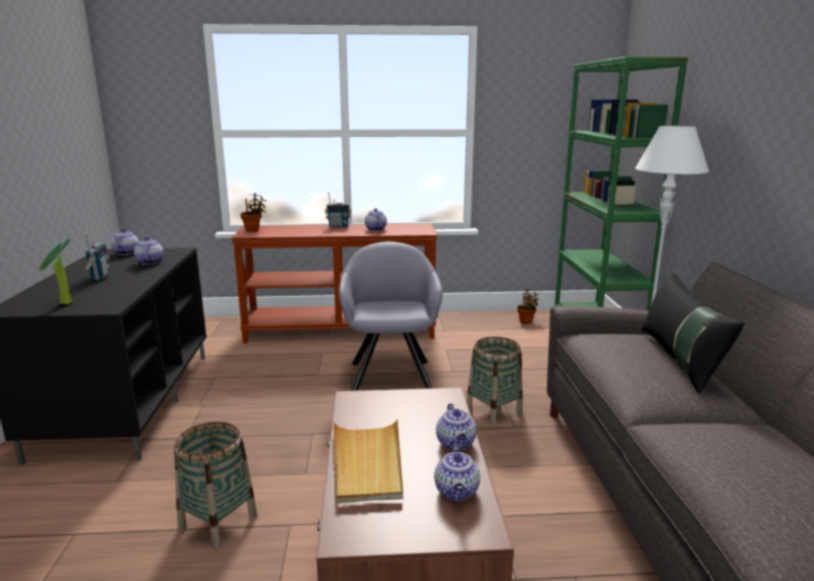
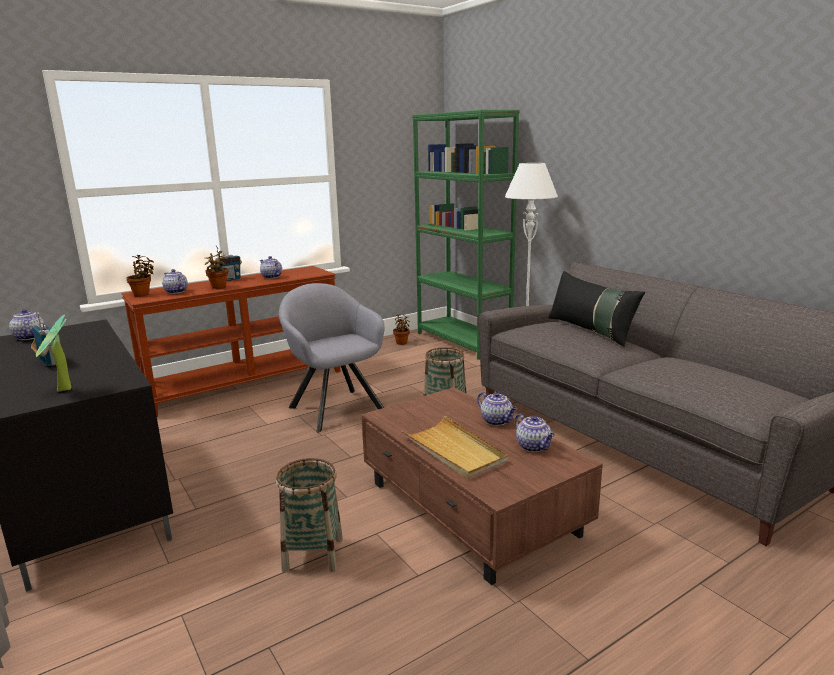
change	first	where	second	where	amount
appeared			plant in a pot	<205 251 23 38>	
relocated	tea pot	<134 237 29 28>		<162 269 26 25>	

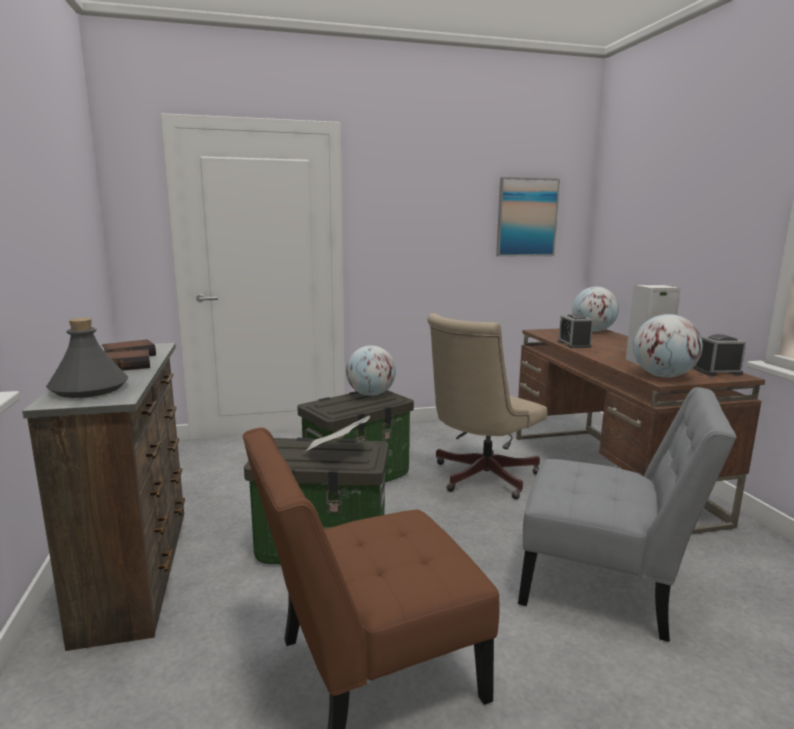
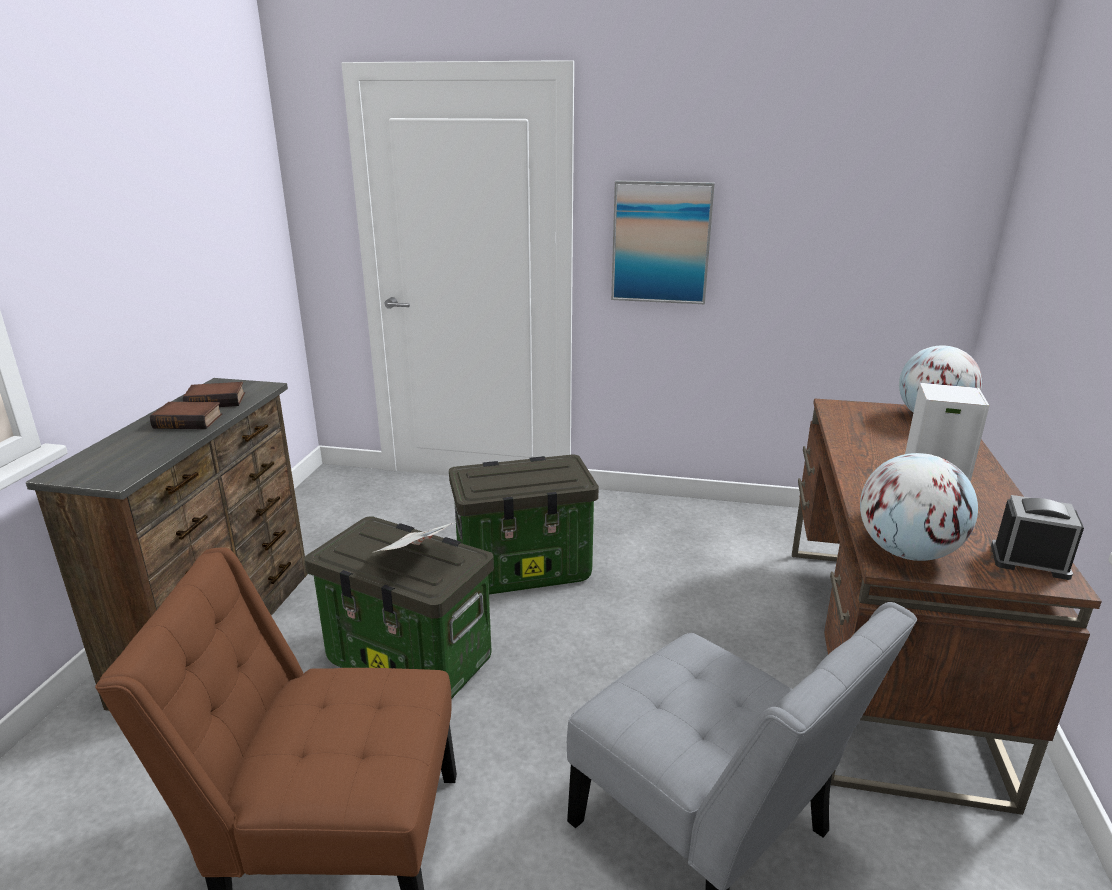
change	first	where	second	where	amount
missing	grey bottle	<46 318 82 80>			
missing	world globe	<346 345 50 51>			
missing	sand-coloured office chair	<427 313 120 186>			
missing	table clock	<558 314 35 34>			
relocated	picture	<496 177 64 80>		<611 181 104 123>	

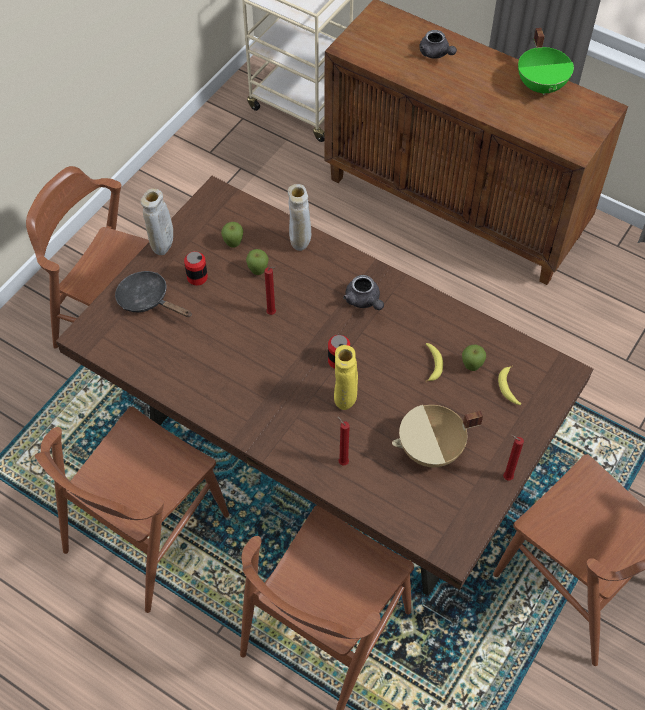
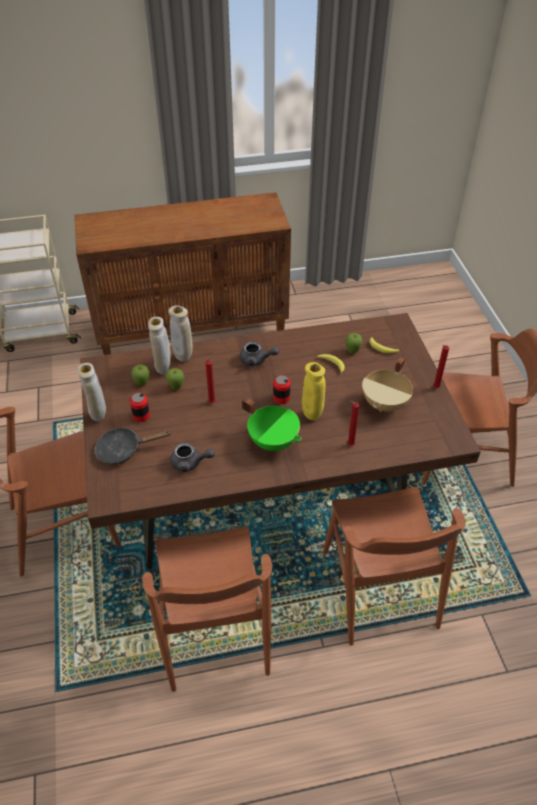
change	first	where	second	where	amount
appeared			sand-coloured decorative vase	<148 317 23 57>	
relocated	grey tea pot	<419 30 38 29>		<170 443 45 29>	
relocated	green-coloured cooking pot	<518 28 56 67>		<242 398 60 53>	

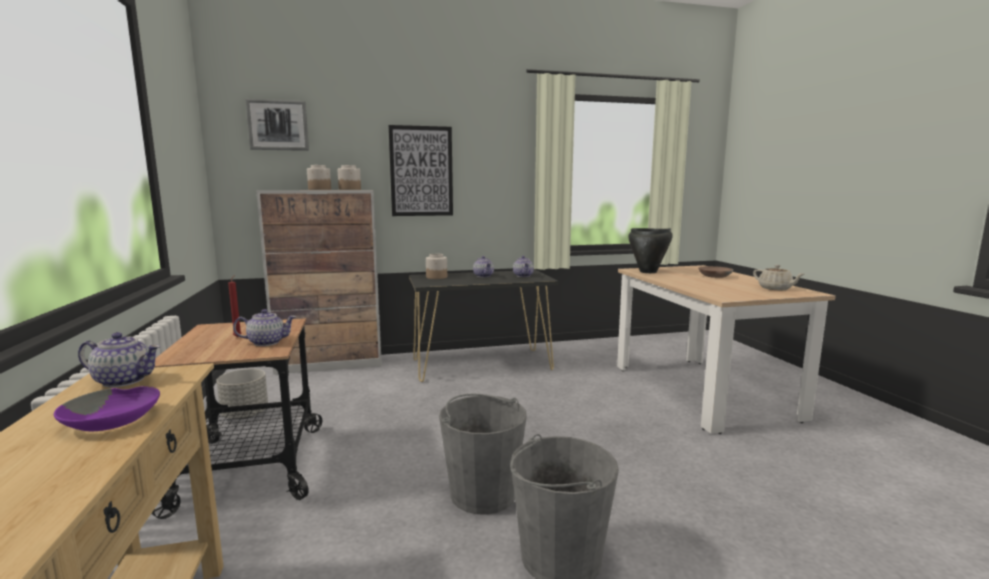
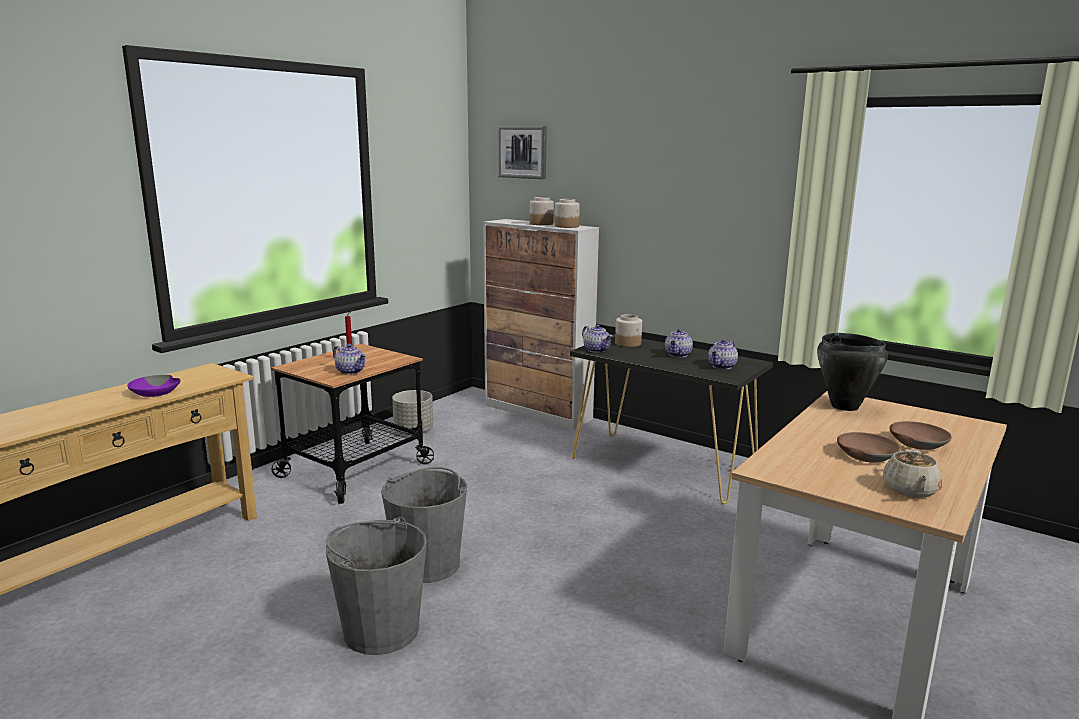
change	first	where	second	where	amount
missing	picture	<388 125 65 91>			
appeared			brown serving bowl	<837 432 63 31>	
relocated	tea pot	<78 332 82 55>		<582 325 31 28>	

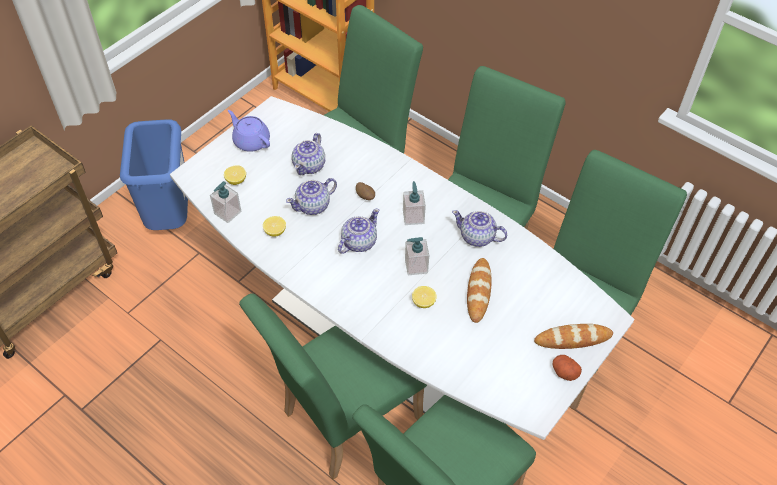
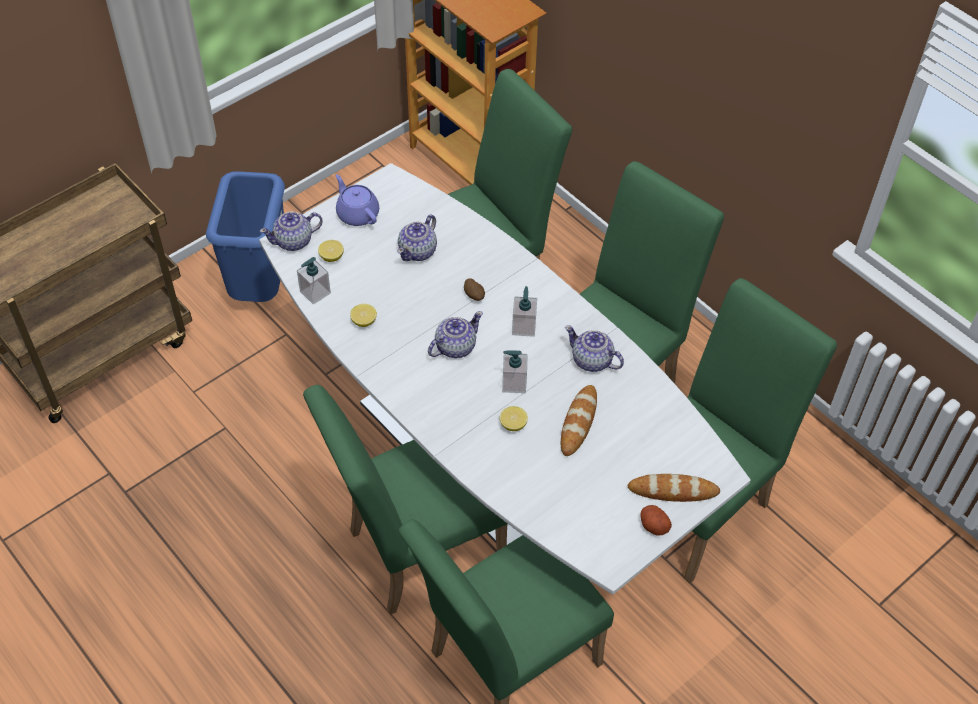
change	first	where	second	where	amount
relocated	tea pot	<286 178 51 37>		<260 211 63 40>	

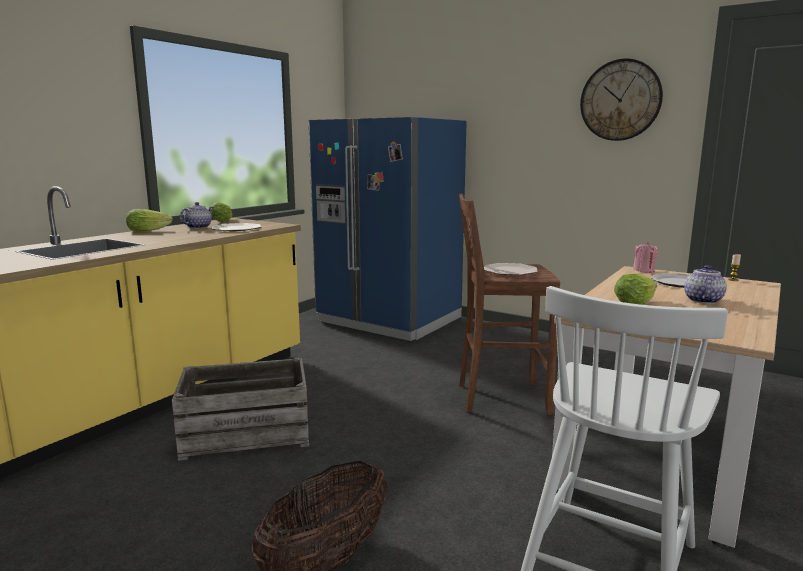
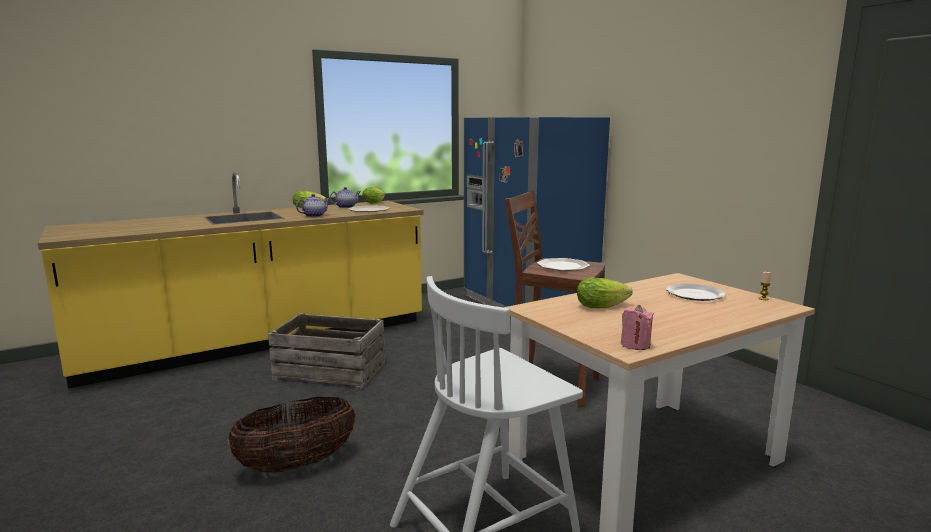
change	first	where	second	where	amount
missing	wall clock	<580 59 83 82>			
relocated	pink wax candle	<633 242 25 31>		<621 305 33 45>	
relocated	tea pot	<684 265 43 39>		<296 194 34 23>	

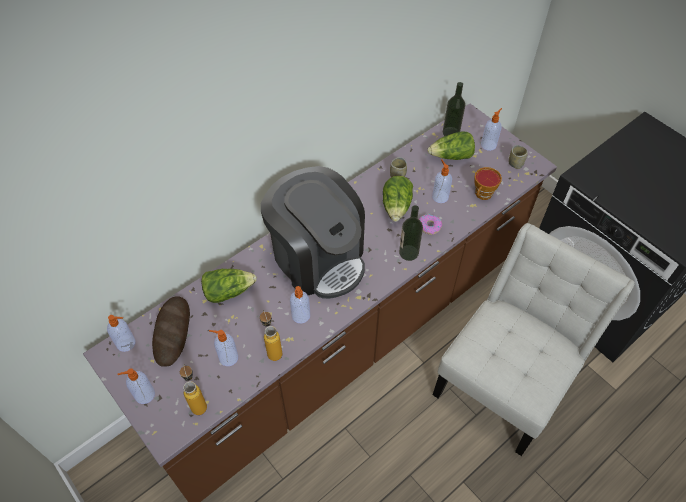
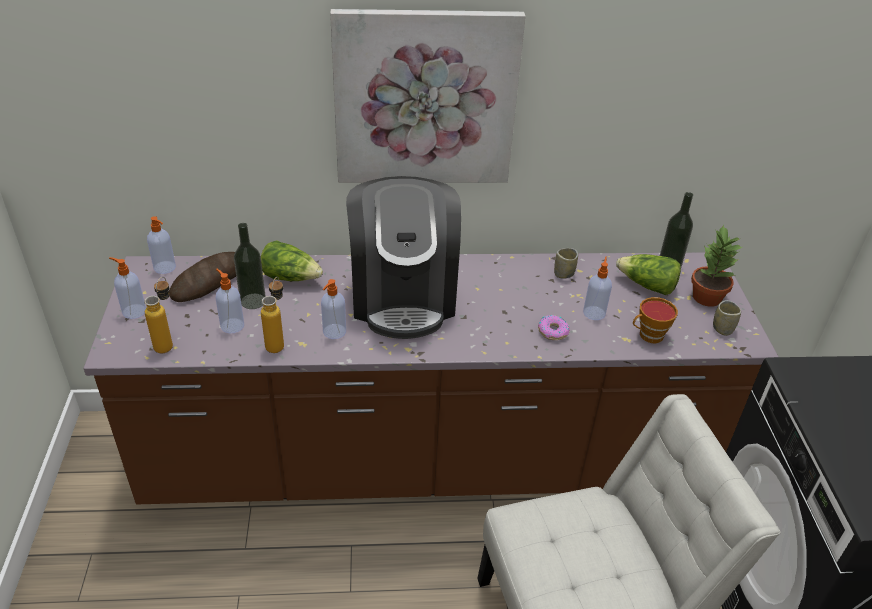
change	first	where	second	where	amount
missing	lettuce head	<383 176 30 46>			
appeared			picture	<330 9 196 174>	
relocated	bottle	<399 205 24 56>		<234 223 32 86>	
exchanged	soap bottle	<481 108 21 43>	plant in a pot	<691 224 51 83>	

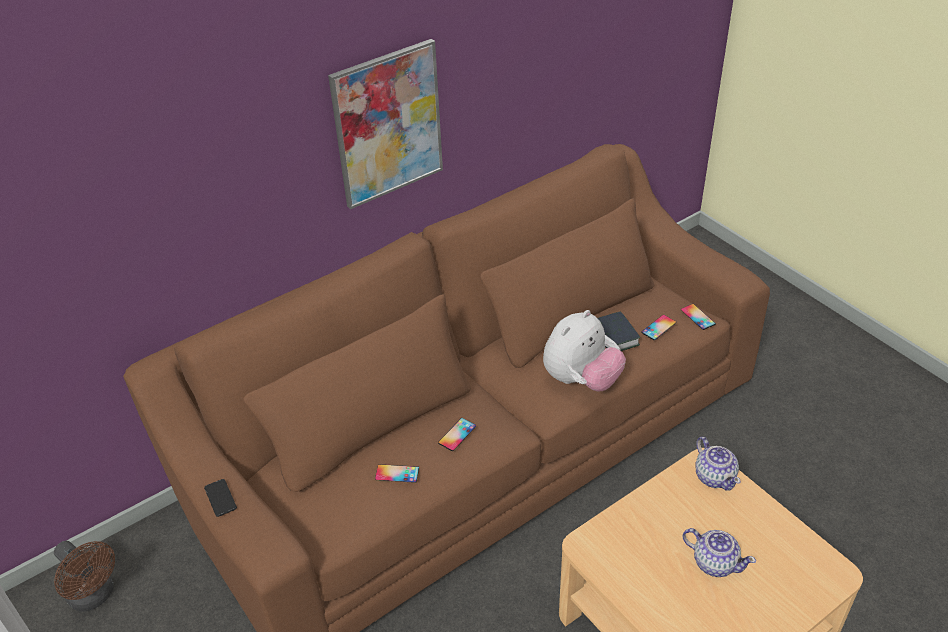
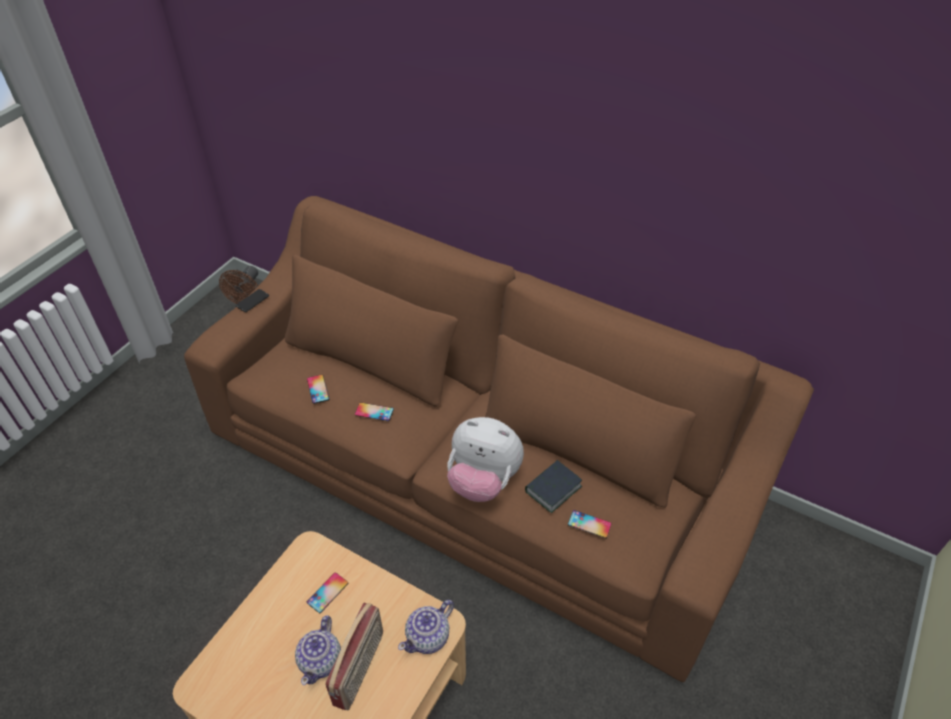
change	first	where	second	where	amount
missing	picture	<328 39 115 170>			
appeared			radio	<326 603 57 107>	
relocated	phone	<681 304 35 26>		<307 572 41 41>	

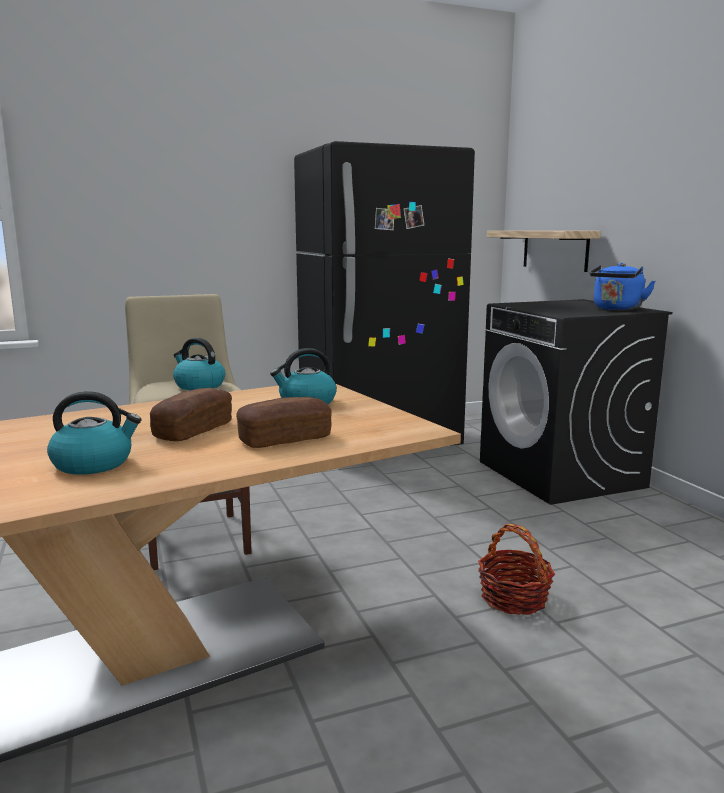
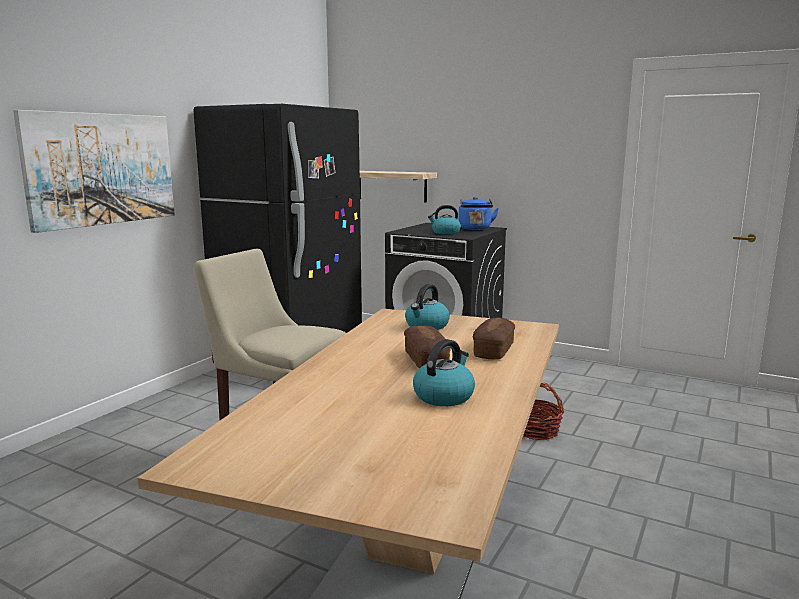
change	first	where	second	where	amount
appeared			picture	<13 110 162 123>	
relocated	kettle	<173 338 52 52>		<428 205 33 29>	

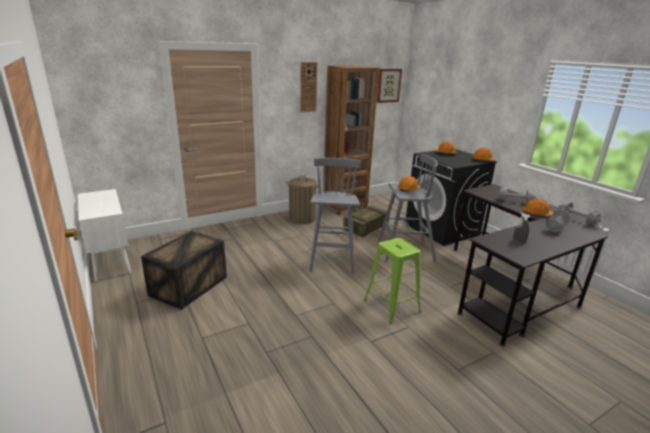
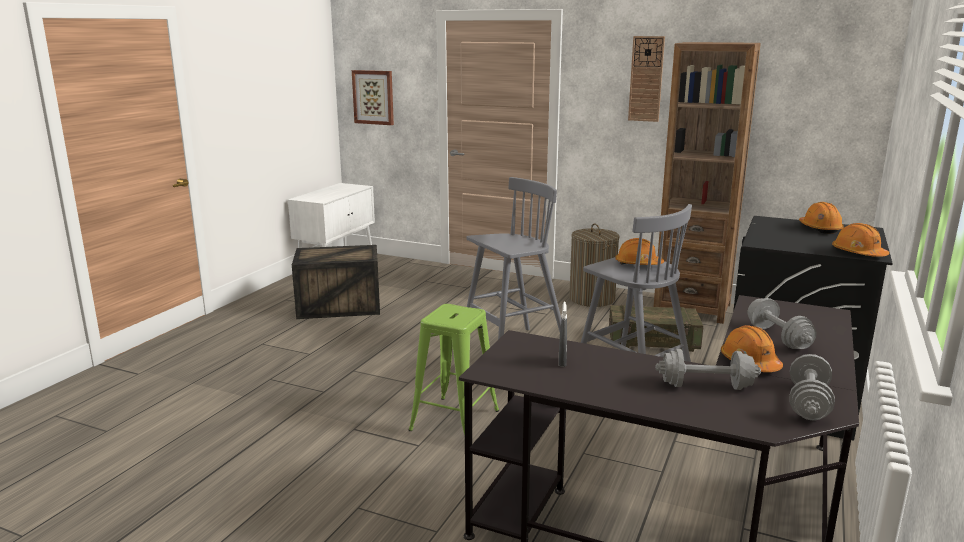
change	first	where	second	where	amount
relocated	picture	<376 69 26 34>		<352 70 42 55>	

